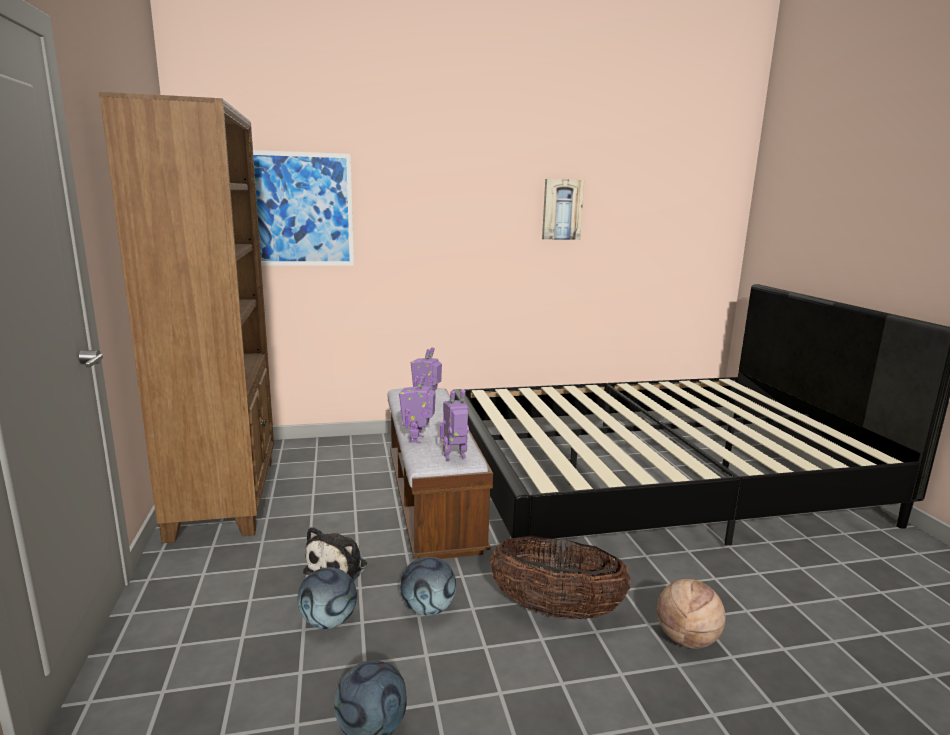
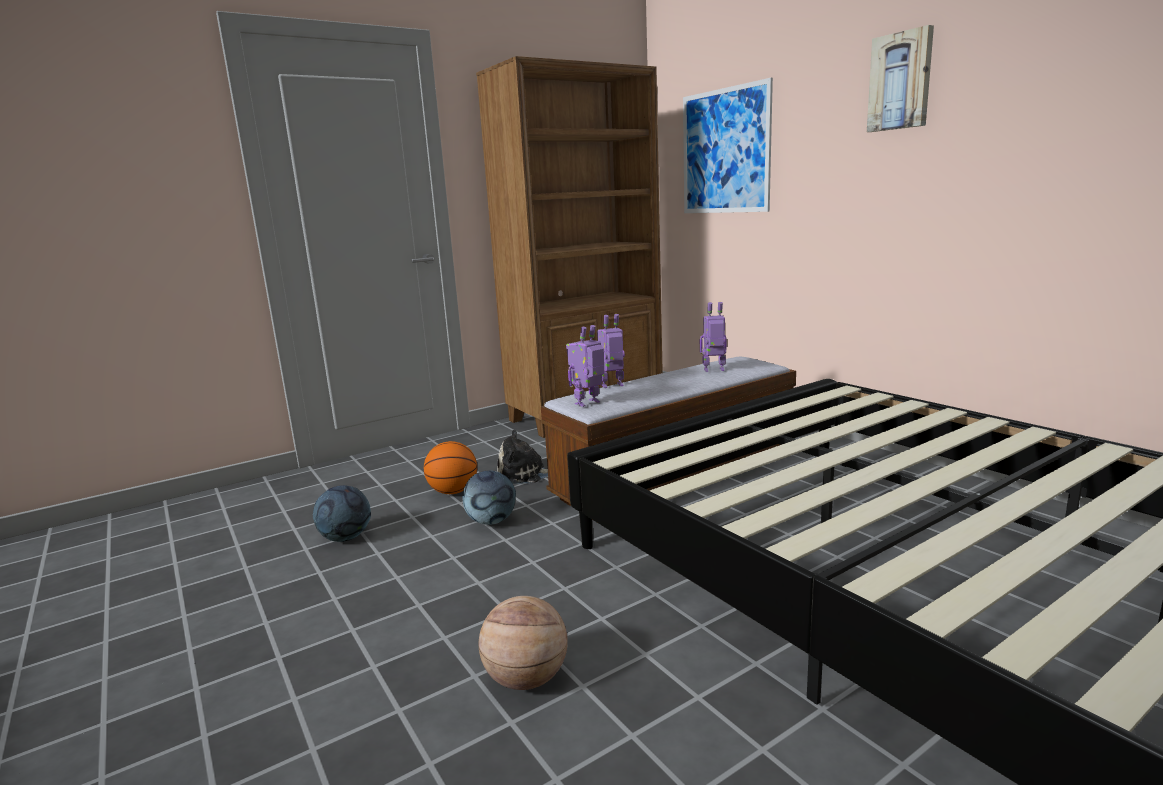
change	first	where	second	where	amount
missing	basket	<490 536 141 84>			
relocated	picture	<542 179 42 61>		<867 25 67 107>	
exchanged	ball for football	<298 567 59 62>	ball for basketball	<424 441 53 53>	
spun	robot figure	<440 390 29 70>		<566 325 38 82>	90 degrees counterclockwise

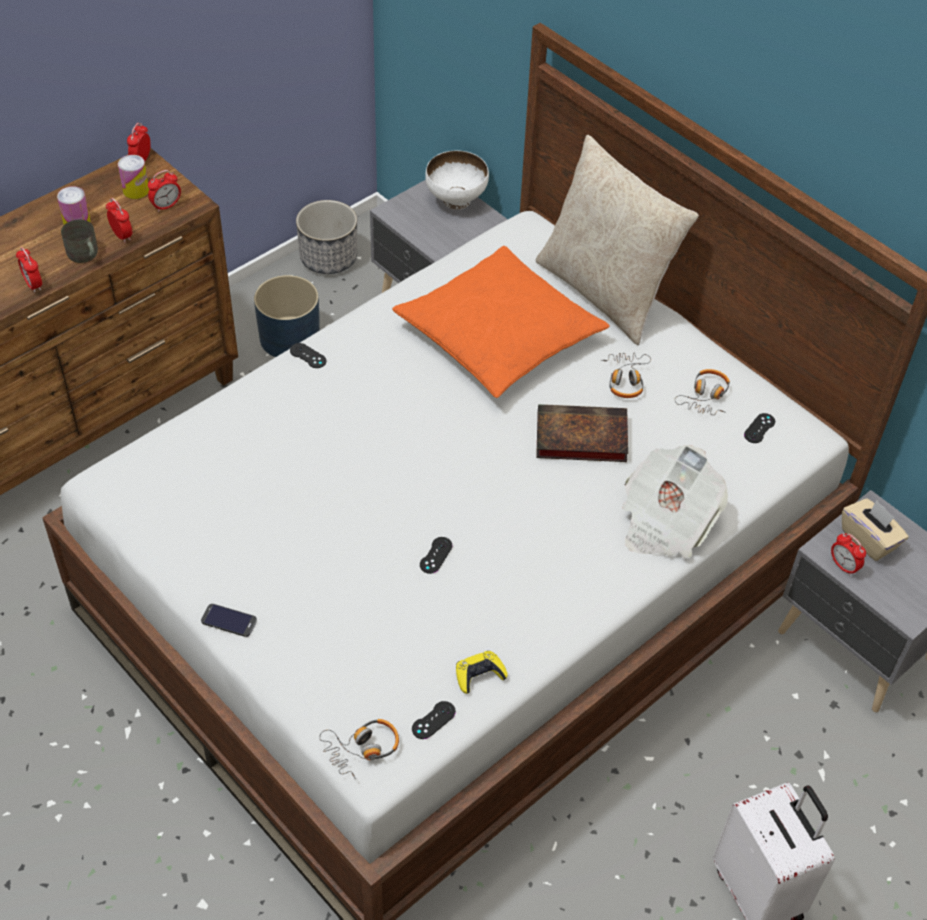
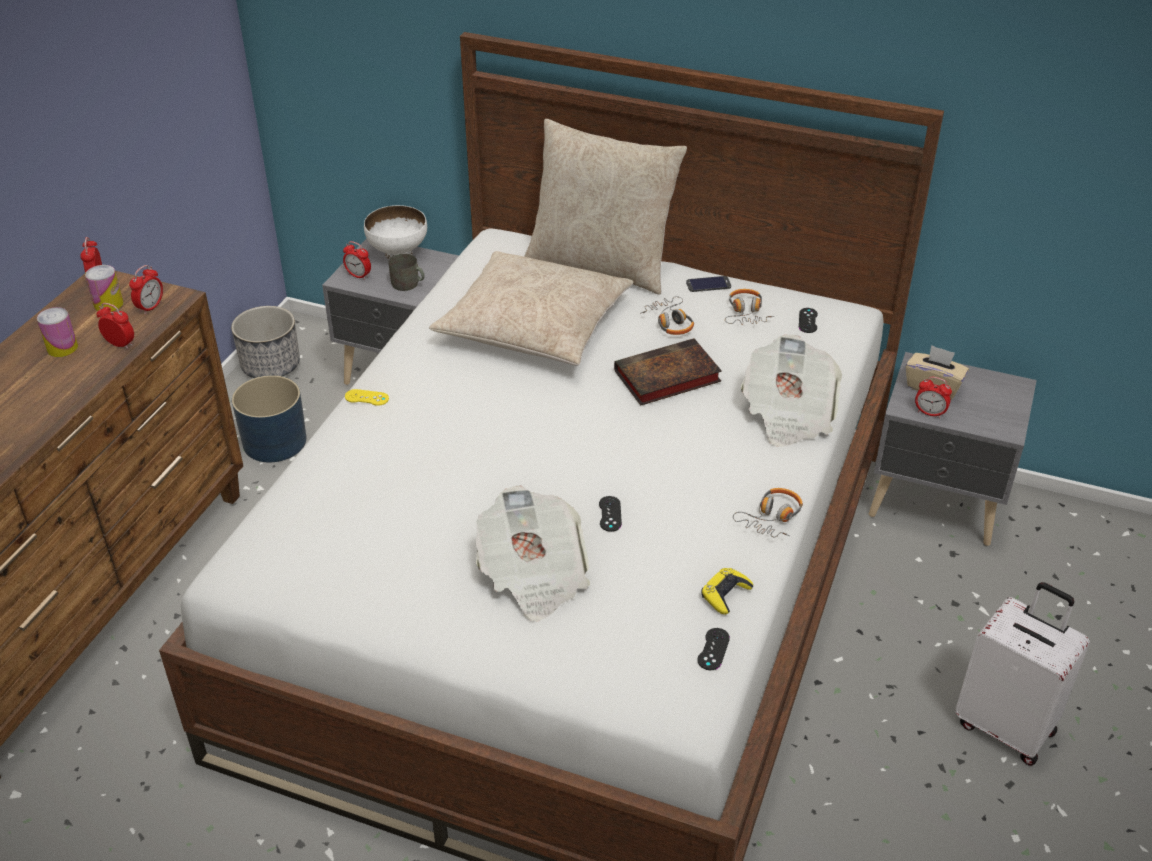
change	first	where	second	where	amount
appeared			newspaper	<476 486 114 136>	
relocated	table clock	<16 247 26 46>		<343 241 28 39>	
relocated	grey tea mug	<61 219 37 44>		<388 254 37 37>	
relocated	phone	<201 604 56 33>		<686 276 45 16>	
relocated	headset	<319 719 80 60>		<733 488 70 50>	
colour	blackish joypad	<290 343 37 25>	yellow-coloured joypad	<345 389 44 17>	
colour	orange-coloured pillow	<392 246 218 152>	sand-coloured pillow	<429 251 205 114>	

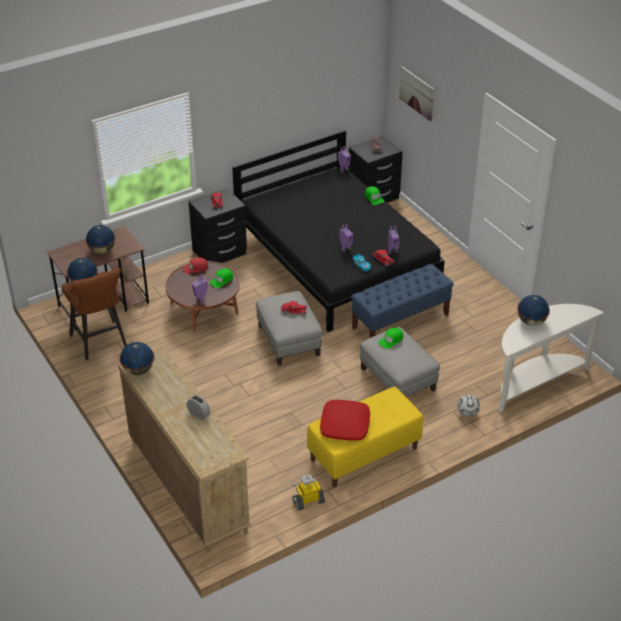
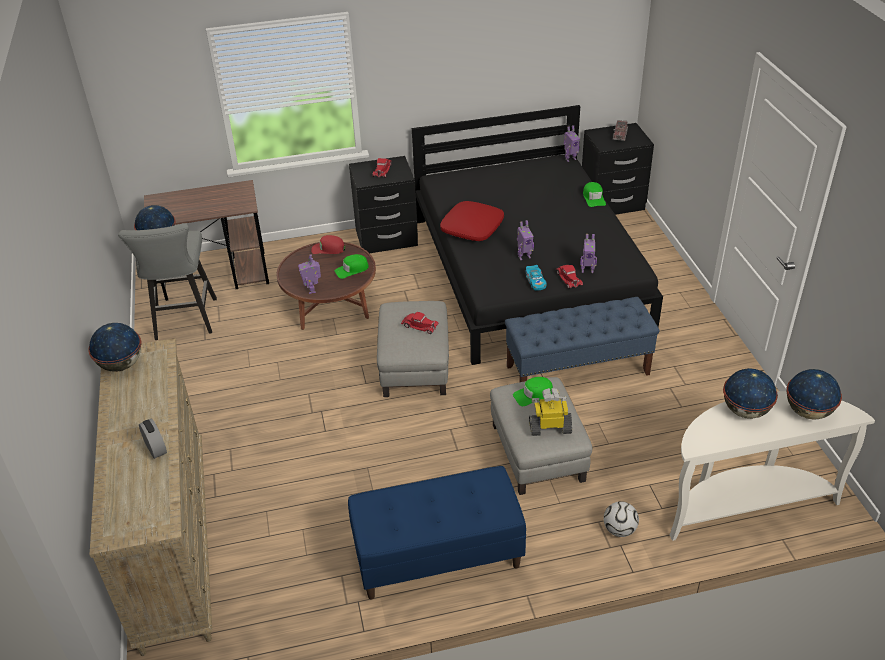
change	first	where	second	where	amount
missing	picture	<399 66 35 55>			
relocated	world globe	<85 225 30 29>		<786 369 56 51>	
relocated	robot figure	<292 474 33 36>		<529 388 43 48>	
relocated	red pillow	<320 400 50 41>		<440 201 64 40>	
colour	brown stool seat	<61 268 66 92>	grey stool seat	<118 223 99 117>	
colour	yellow-coloured long seat	<307 387 116 100>	bluish long seat	<348 466 178 134>	

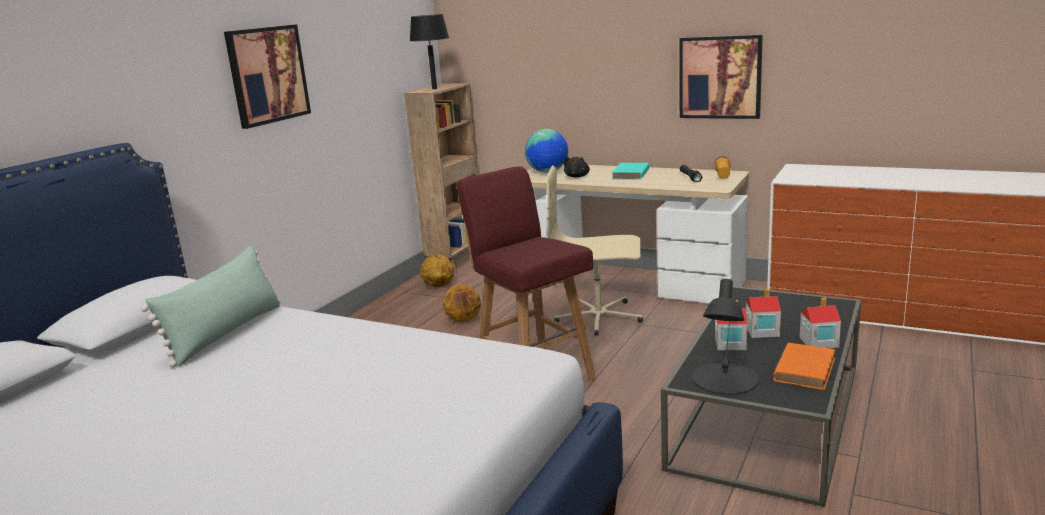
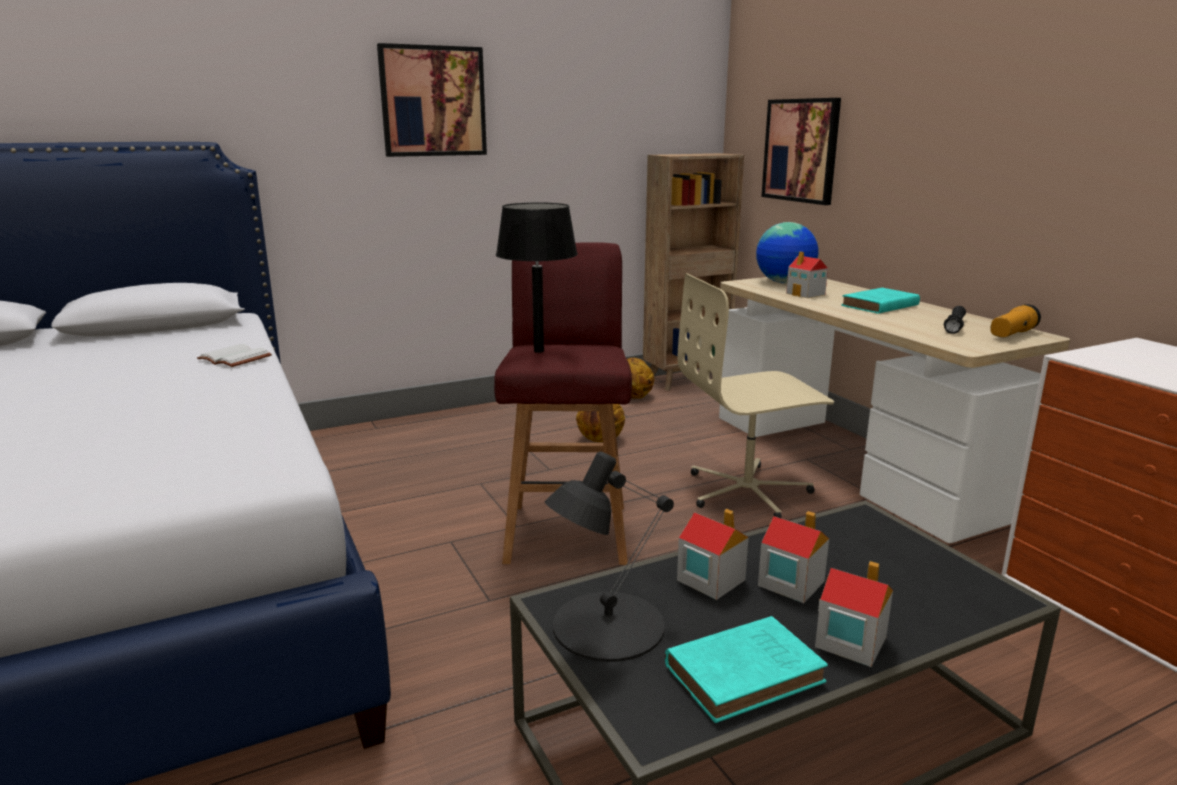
change	first	where	second	where	amount
missing	green-coloured pillow	<141 246 140 122>			
appeared			whitish volume	<197 344 75 23>	
relocated	blackish tabletop lamp	<410 14 39 75>		<496 203 82 150>	
relocated	picture	<679 35 84 84>		<761 98 80 107>	
exchanged	blackish soft toy	<564 157 26 21>	toy house	<786 251 42 47>	
colour	orange-coloured volume	<773 343 62 47>	turquoise volume	<665 616 163 107>	
spun	sand-coloured office chair	<546 166 97 170>		<677 273 157 245>	60 degrees counterclockwise

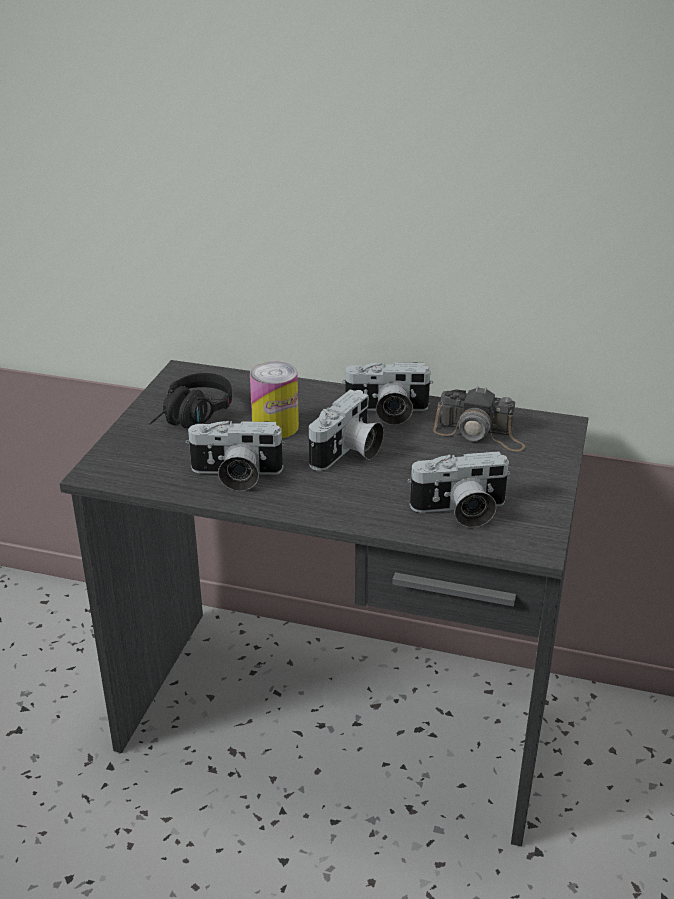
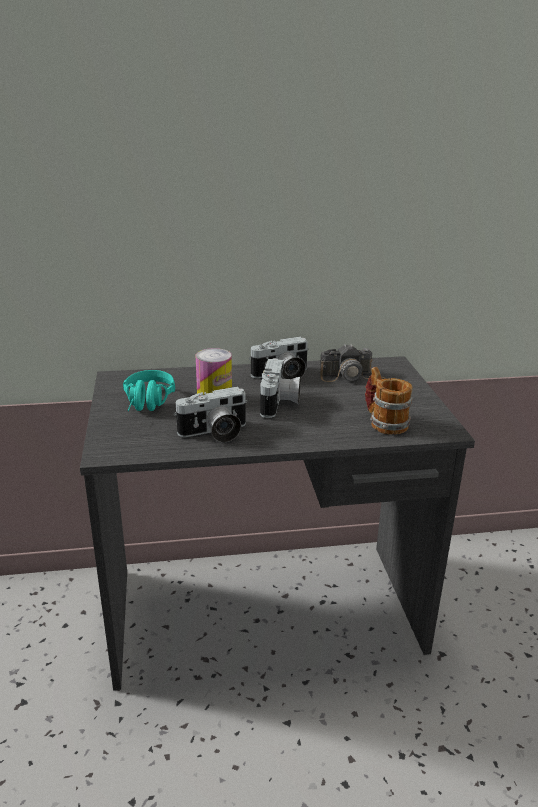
change	first	where	second	where	amount
exchanged	photo camera	<408 451 102 76>	tea mug	<365 367 48 68>	
colour	blackish headset	<149 373 83 56>	turquoise headset	<123 370 52 41>	

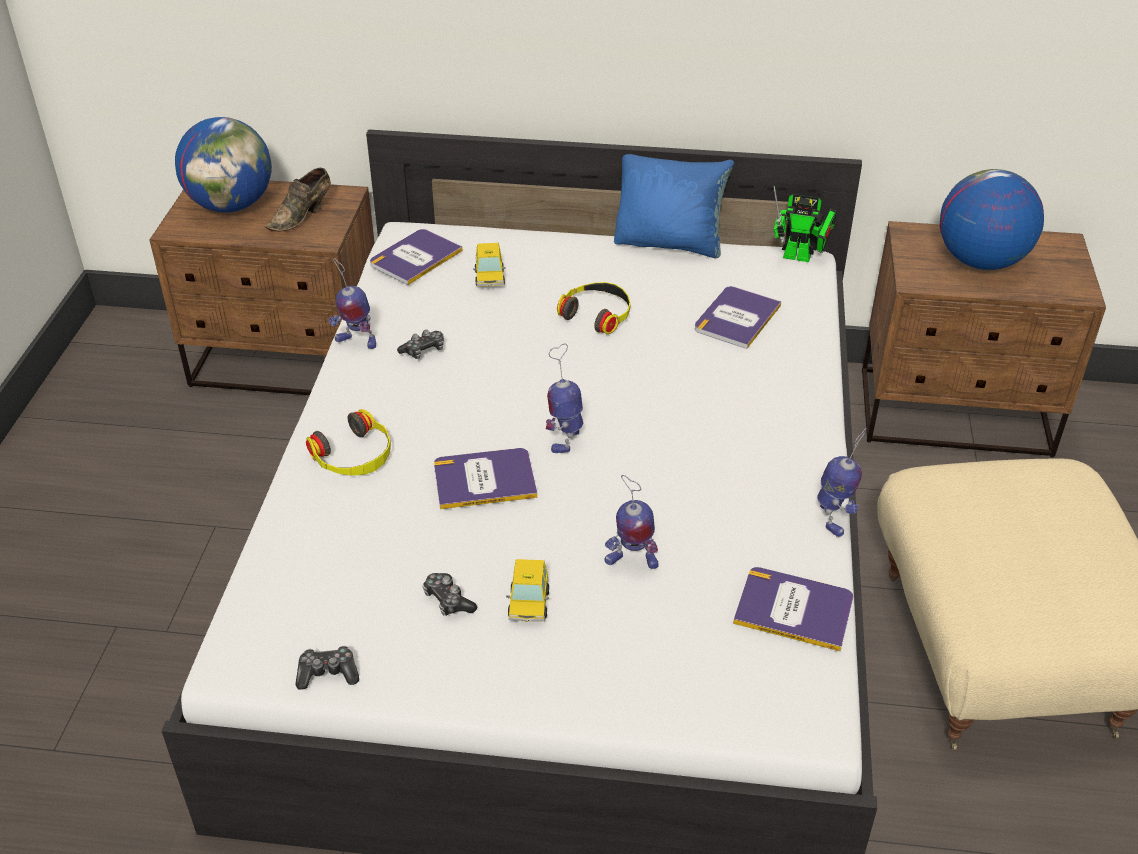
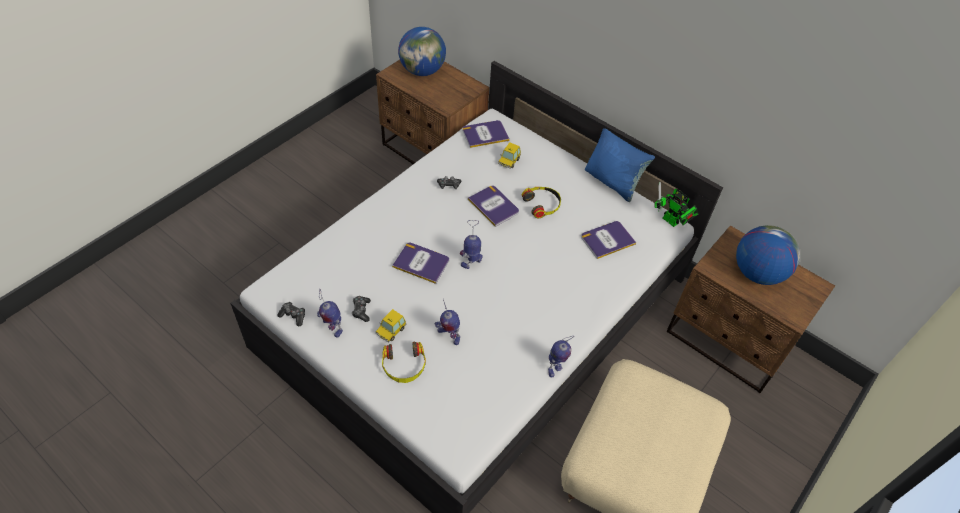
change	first	where	second	where	amount
missing	brown shoe	<265 168 66 63>			
relocated	headset	<306 409 85 67>		<382 342 44 41>	
relocated	robot figure	<328 258 48 91>		<317 289 26 49>	
relocated	volume	<733 567 120 84>		<468 186 51 41>	

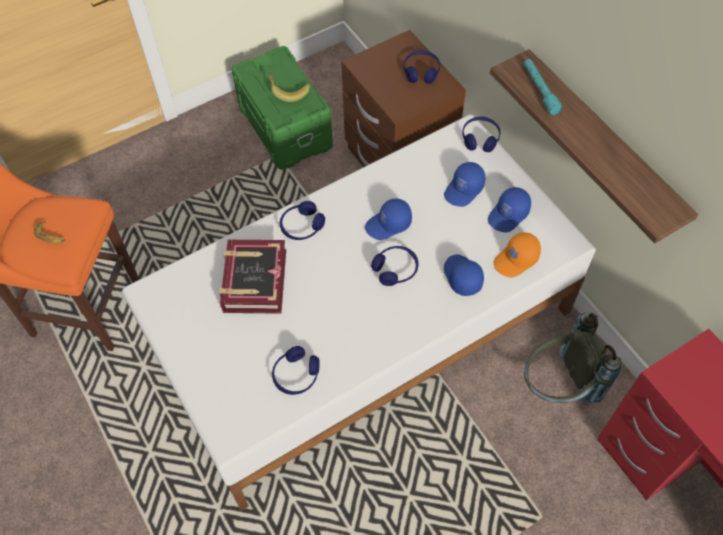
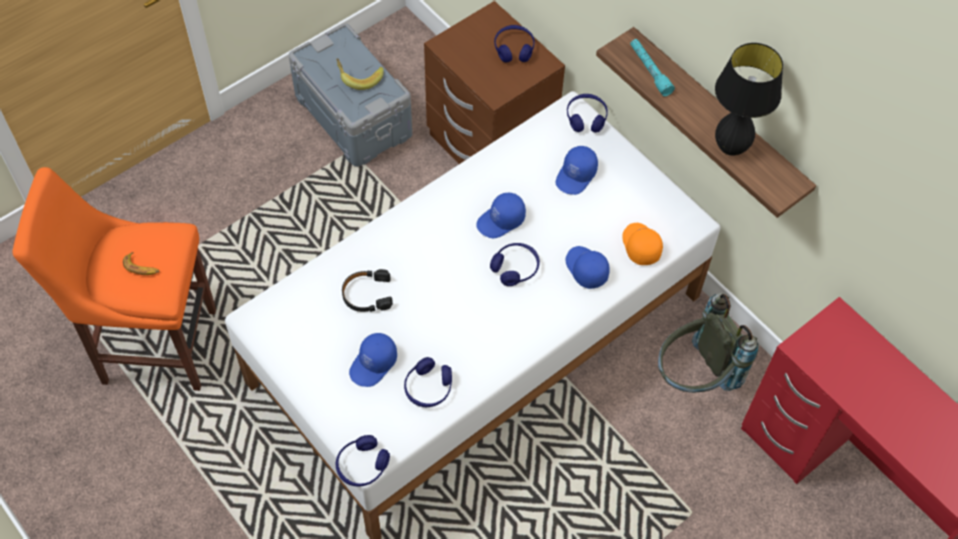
change	first	where	second	where	amount
appeared			blackish tabletop lamp	<715 43 68 113>	
relocated	bluish headset	<280 201 45 39>		<336 435 54 52>	
relocated	bluish peaked cap	<488 187 43 45>		<349 333 48 54>	
exchanged	volume	<219 240 67 74>	blackish headset	<342 269 51 43>	
colour	green-coloured storage container	<232 46 101 124>	grey storage container	<289 24 123 143>	
spun	orange-coloured peaked cap	<494 232 47 46>		<622 223 41 42>	120 degrees clockwise

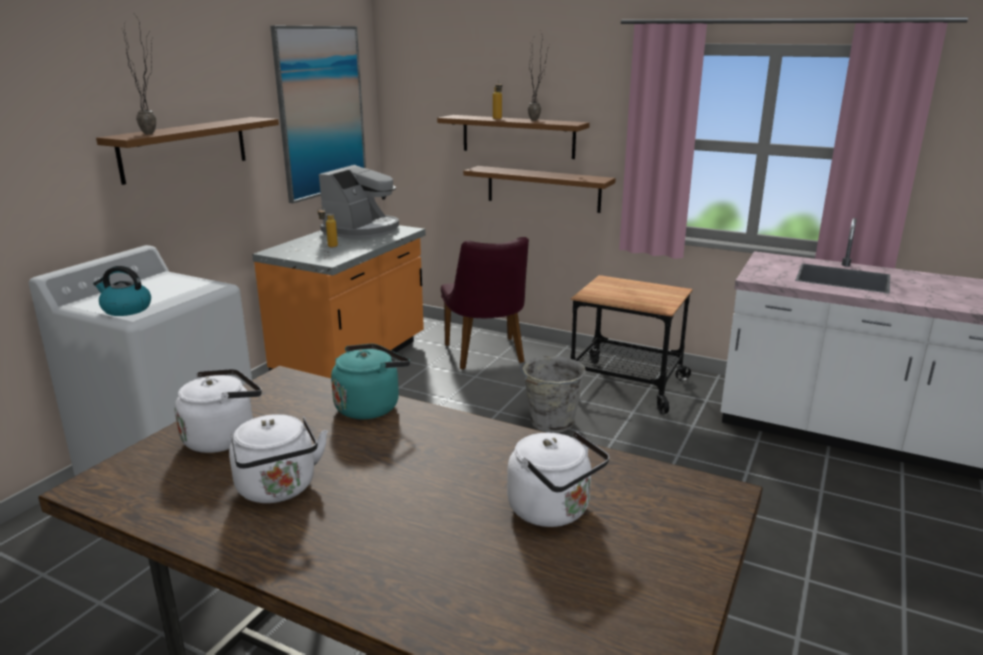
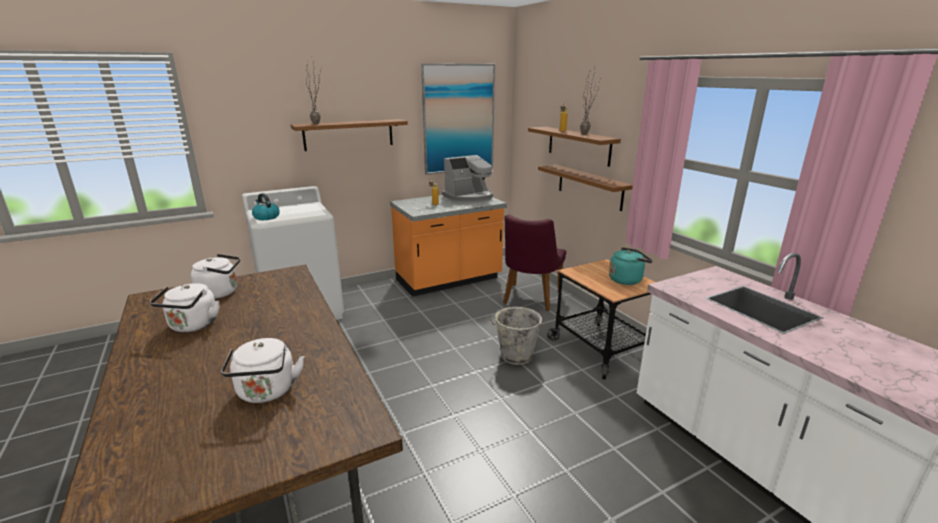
change	first	where	second	where	amount
relocated	turquoise kettle	<331 344 79 75>		<609 247 44 38>	

